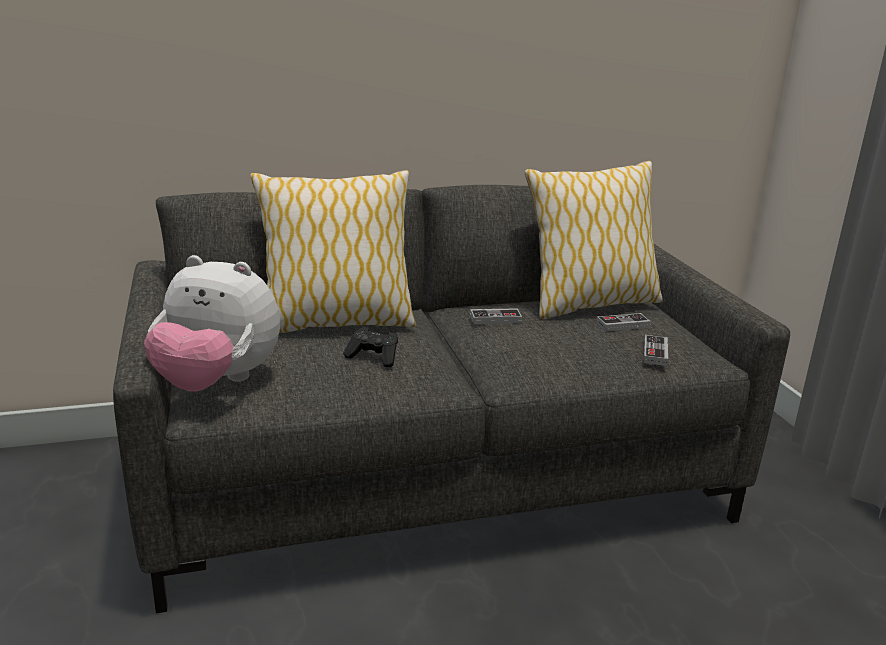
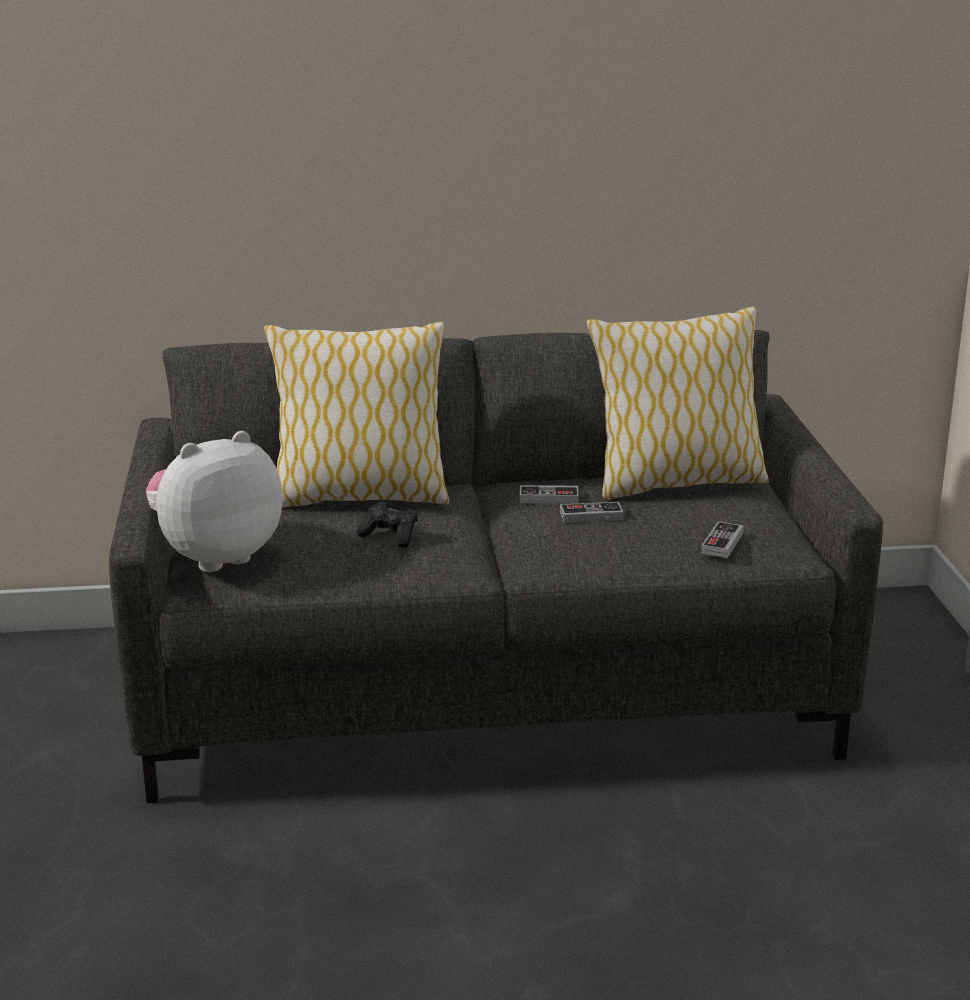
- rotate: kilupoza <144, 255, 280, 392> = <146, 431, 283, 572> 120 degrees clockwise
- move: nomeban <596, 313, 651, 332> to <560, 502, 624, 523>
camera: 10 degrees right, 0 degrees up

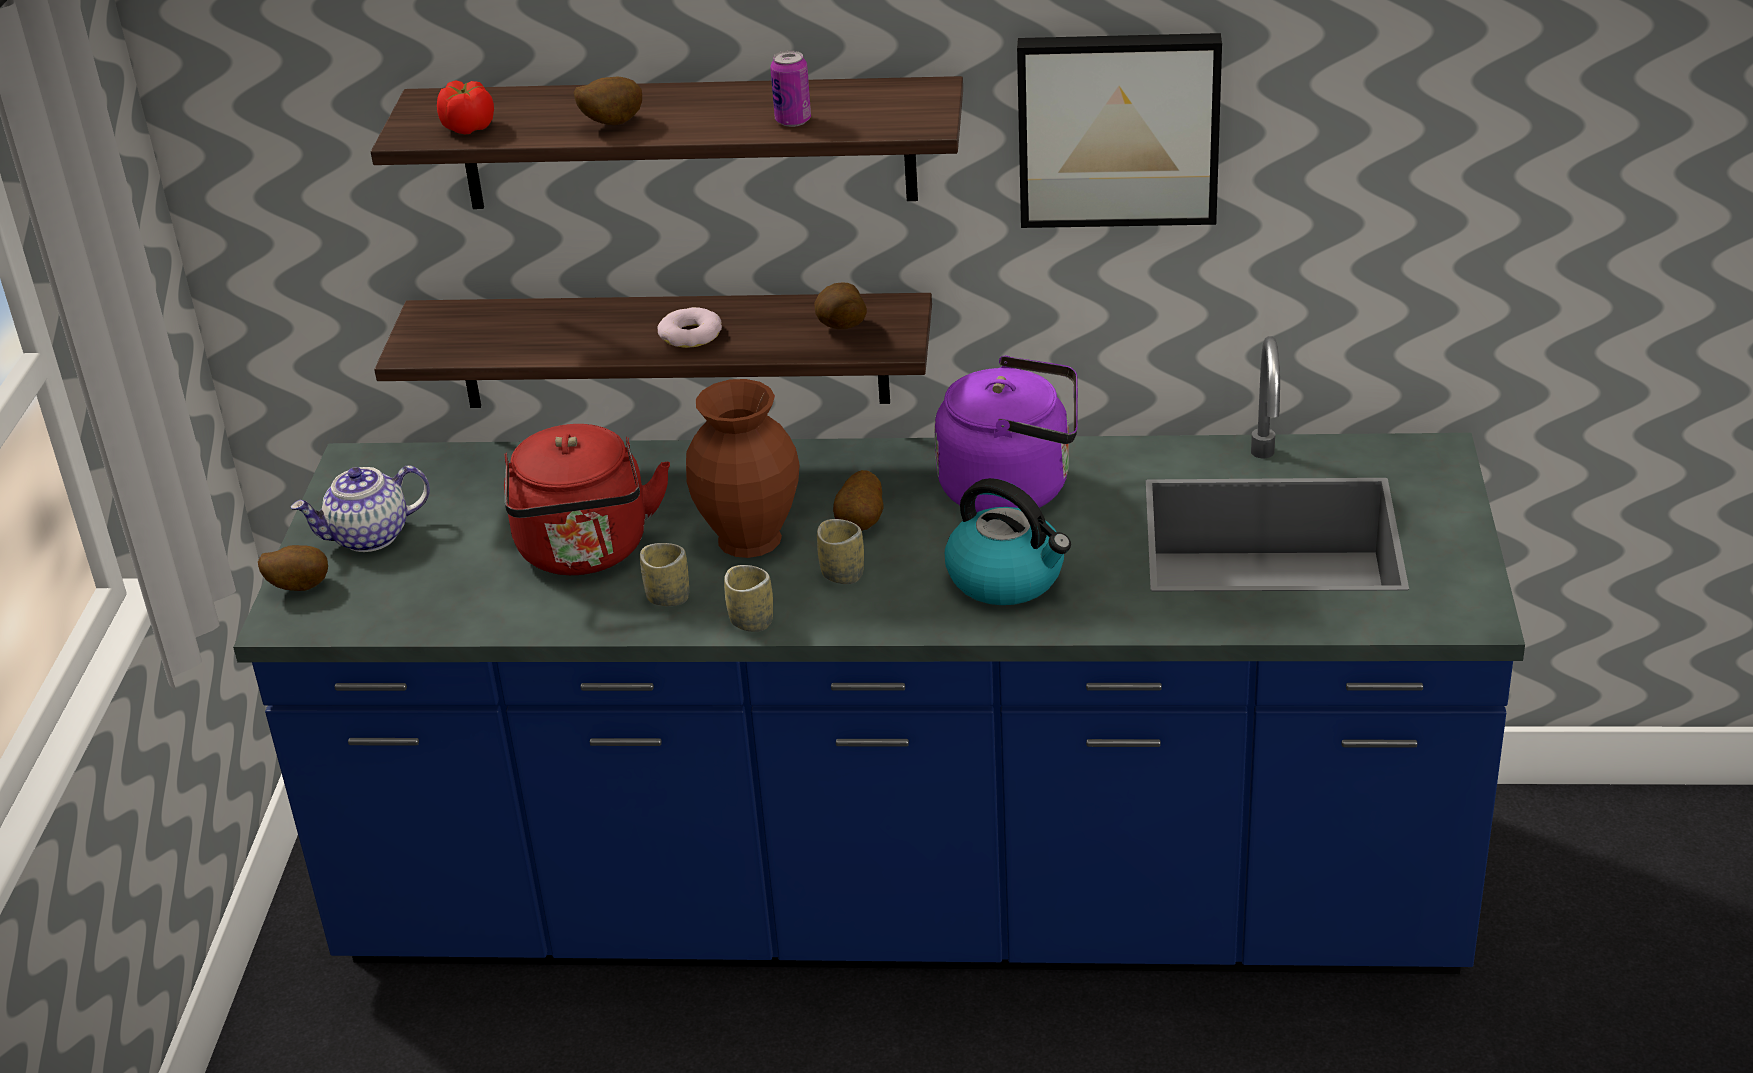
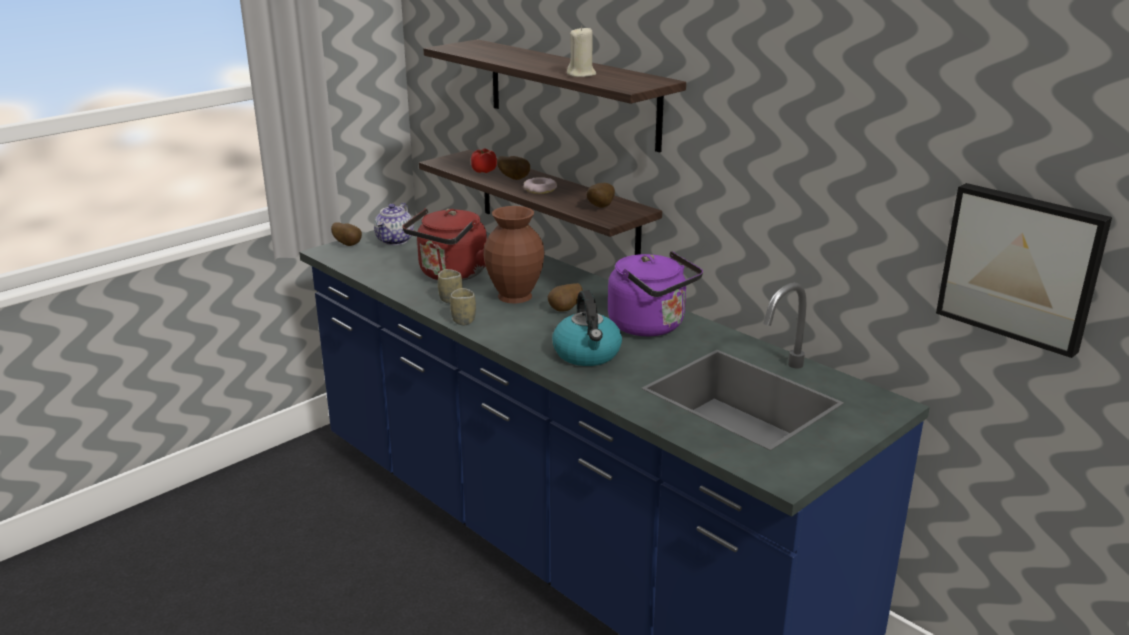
- rotate: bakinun <291, 465, 430, 552> = <374, 203, 414, 245> 90 degrees counterclockwise
- move: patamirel <437, 80, 494, 135> to <471, 148, 497, 173>
- move: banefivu <574, 76, 642, 125> to <497, 156, 530, 180>
- replace: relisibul <770, 50, 811, 127> to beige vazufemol <567, 26, 596, 77>
- delete: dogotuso <817, 519, 864, 584>
- move: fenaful <1017, 33, 1222, 228> to <936, 183, 1112, 358>
camera: 40 degrees right, 10 degrees down

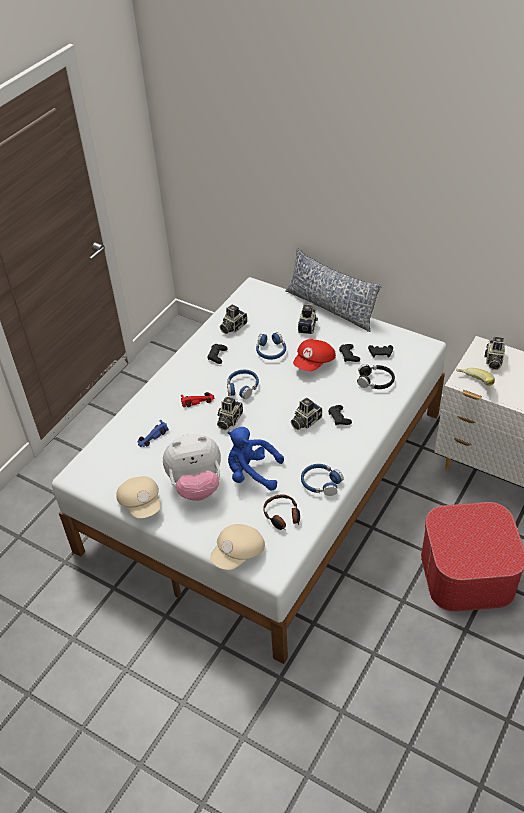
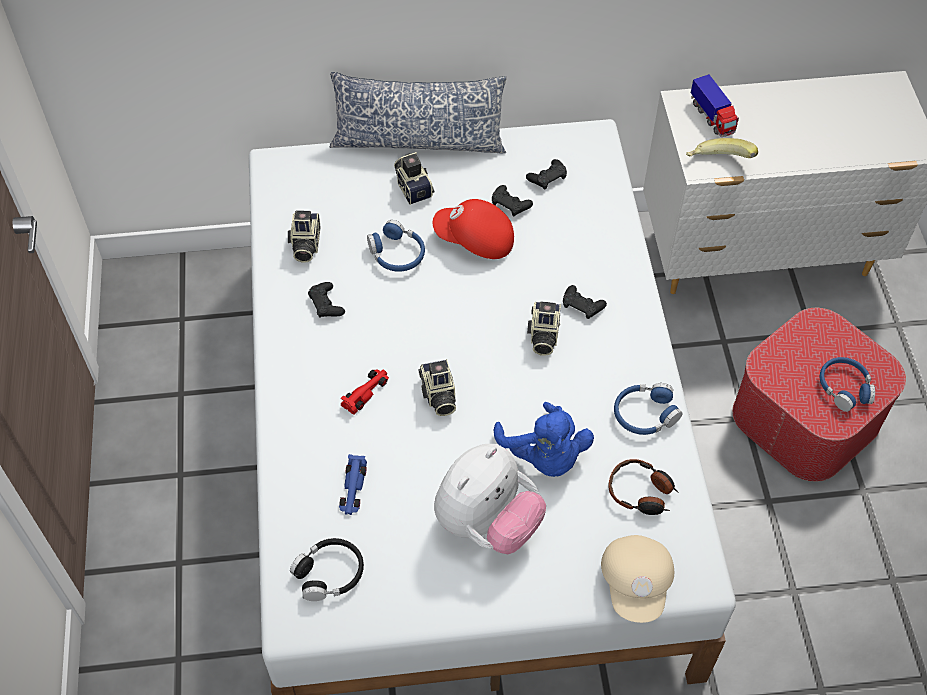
- delete: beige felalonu <116, 476, 161, 518>
- move: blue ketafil <227, 370, 259, 399> to <820, 357, 875, 412>
- rotate: blue kilupoza <227, 427, 284, 491> = <494, 402, 594, 477> 90 degrees counterclockwise
- rotate: red felalonu <293, 339, 336, 371> = <433, 199, 514, 259> 105 degrees clockwise
- move: black ketafil <357, 364, 395, 389> to <290, 538, 364, 601>
- replace: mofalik <485, 337, 505, 370> to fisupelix <691, 74, 739, 137>
camera: 40 degrees left, 10 degrees up

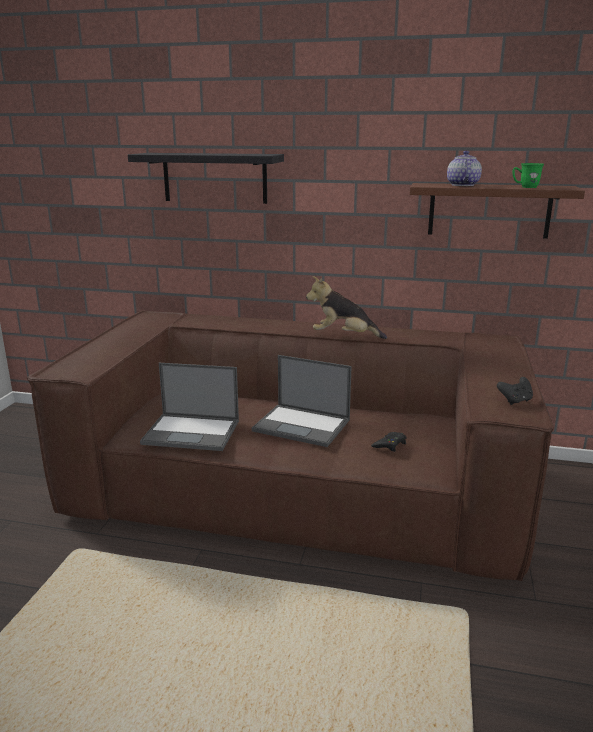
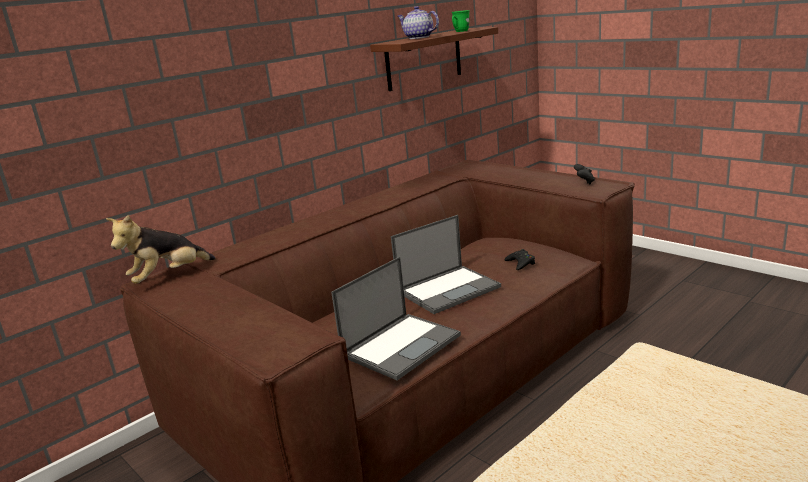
- delete: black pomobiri <128, 153, 284, 204>
- move: kilupoza <306, 276, 387, 339> to <106, 215, 216, 284>
camera: 55 degrees left, 0 degrees up

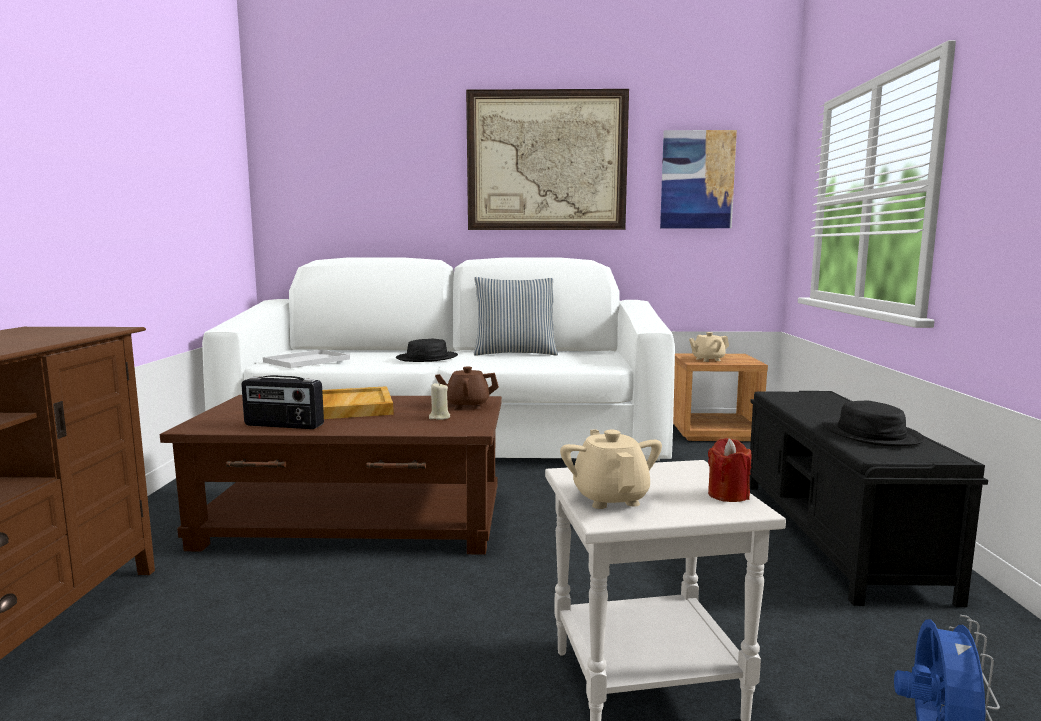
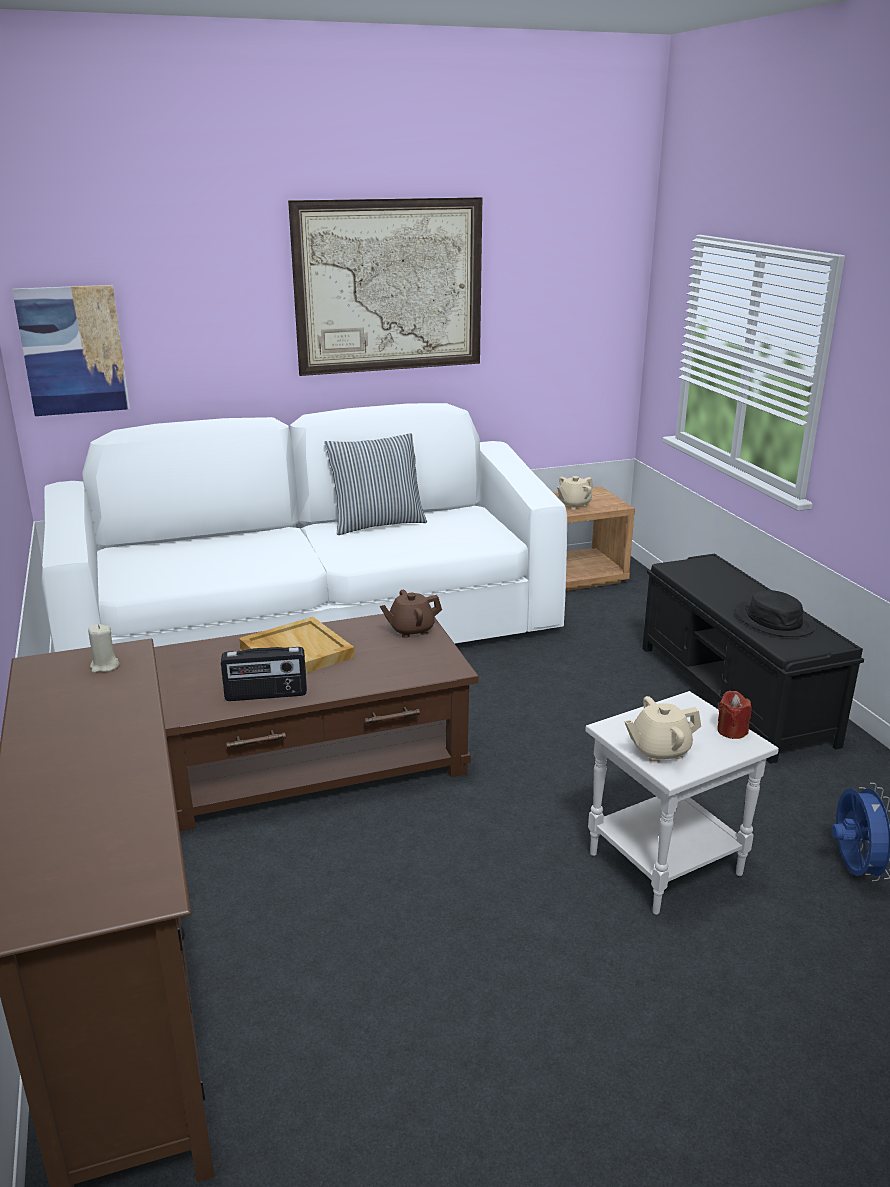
- delete: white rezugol <263, 349, 350, 368>
- delete: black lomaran <396, 339, 458, 362>
- move: beige vazufemol <429, 383, 450, 420> to <88, 624, 120, 673>
- rotate: beige bakinun <560, 429, 662, 509> = <624, 696, 701, 763> 75 degrees counterclockwise
- move: fenaful <660, 130, 737, 228> to <12, 285, 130, 416>
camera: 20 degrees left, 15 degrees up

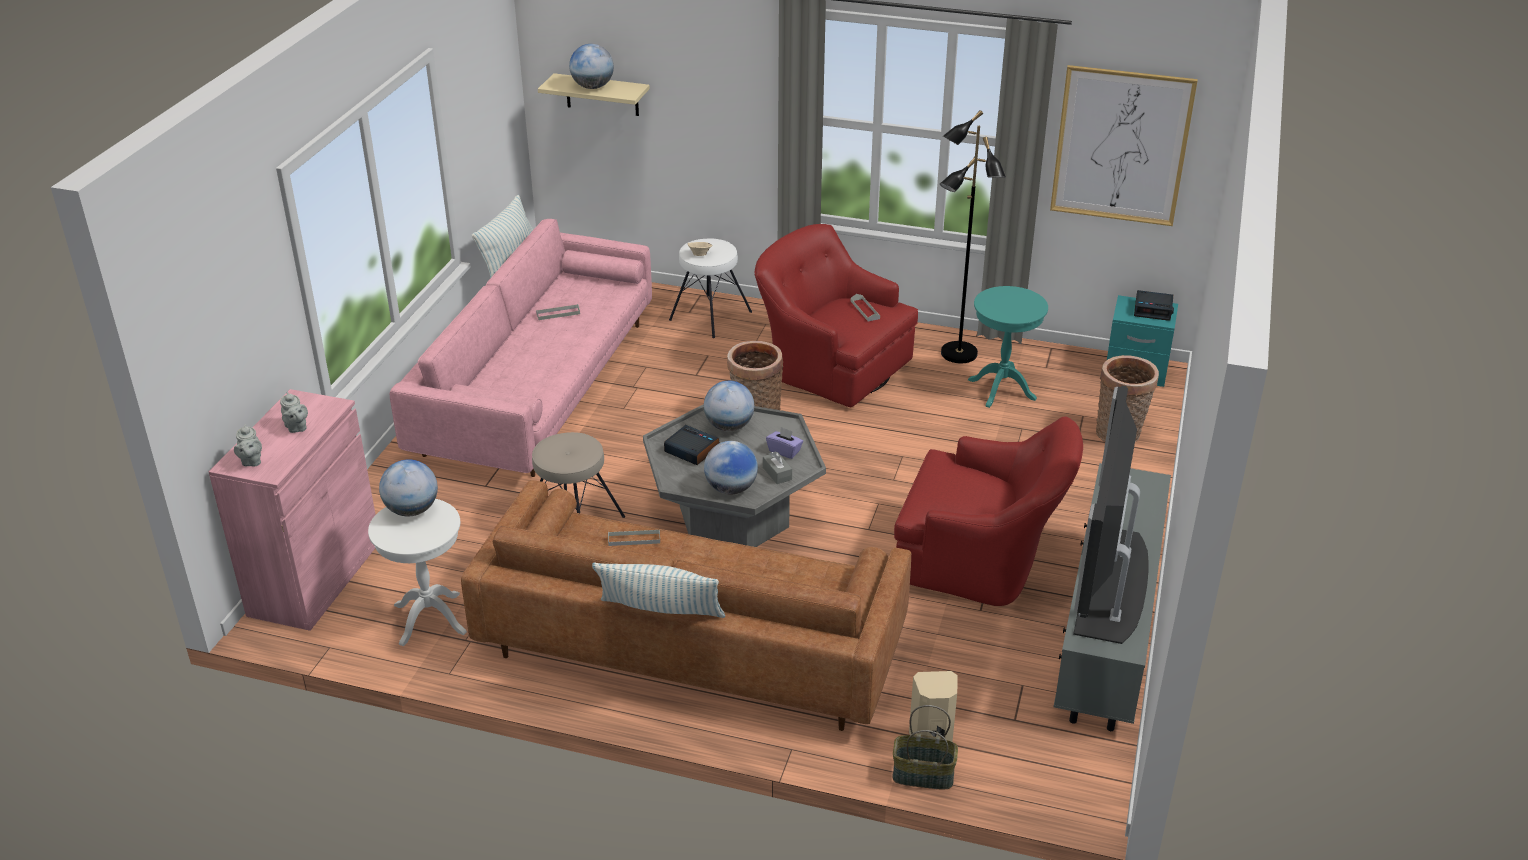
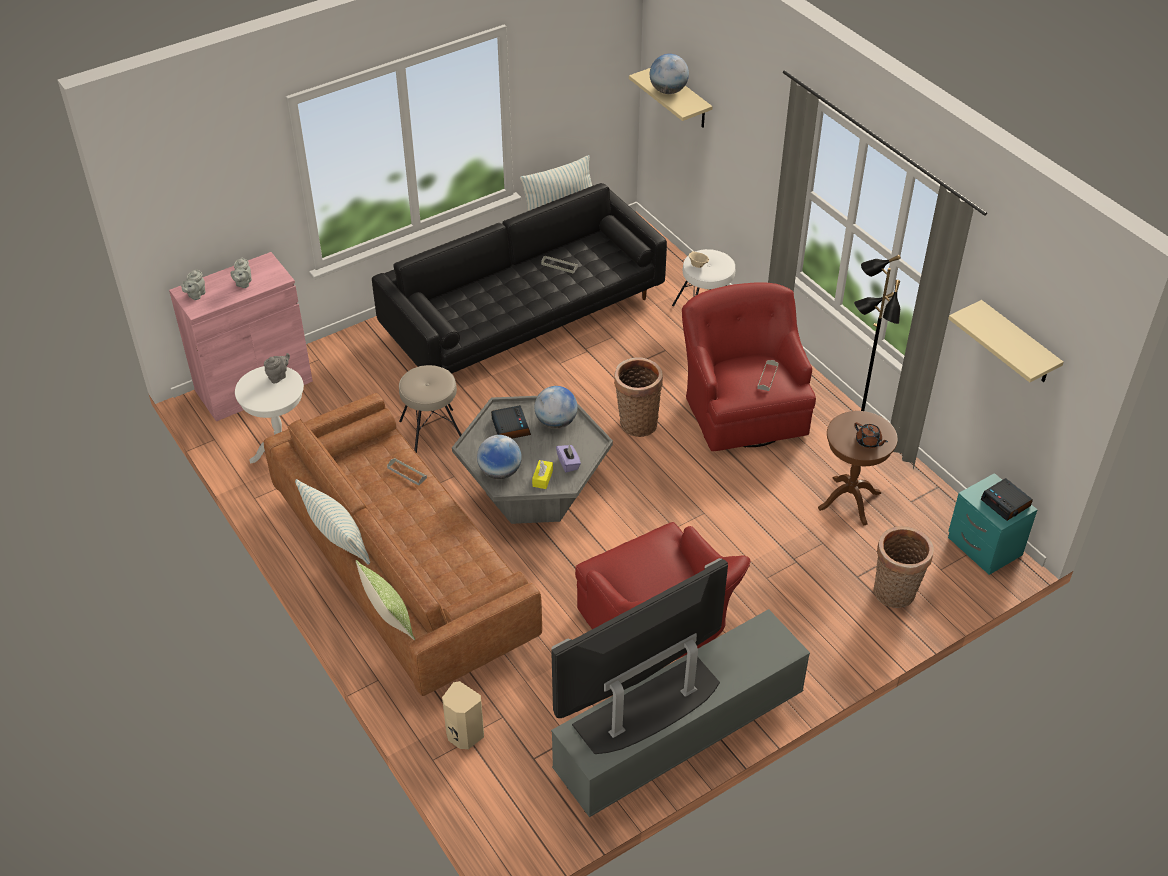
- replace: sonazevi <379, 459, 438, 516> to grey bakinun <264, 353, 290, 383>
- recolor: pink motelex <390, 219, 652, 477> to black motelex <372, 183, 667, 373>
- recolor: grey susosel <763, 451, 792, 484> to yellow susosel <532, 460, 553, 489>
- delete: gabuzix <892, 705, 958, 790>
- recolor: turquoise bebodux <968, 286, 1048, 408> to brown bebodux <818, 411, 898, 525>
- replace: fenaful <1050, 65, 1198, 226> to beige pomobiri <948, 300, 1064, 382>
- insert: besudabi <356, 560, 415, 640>
- insert: brown bakinun <854, 422, 888, 448>
camera: 40 degrees right, 10 degrees up

